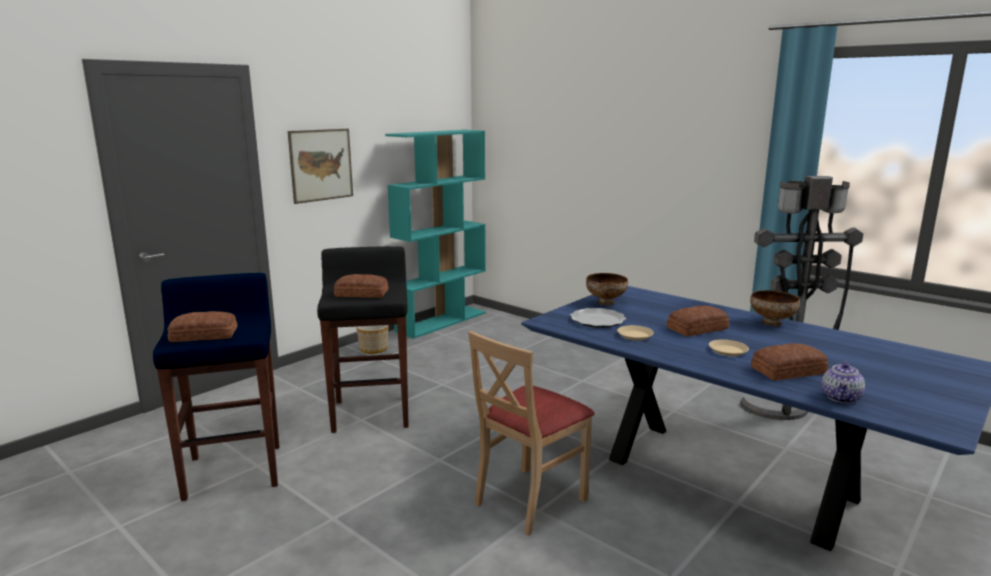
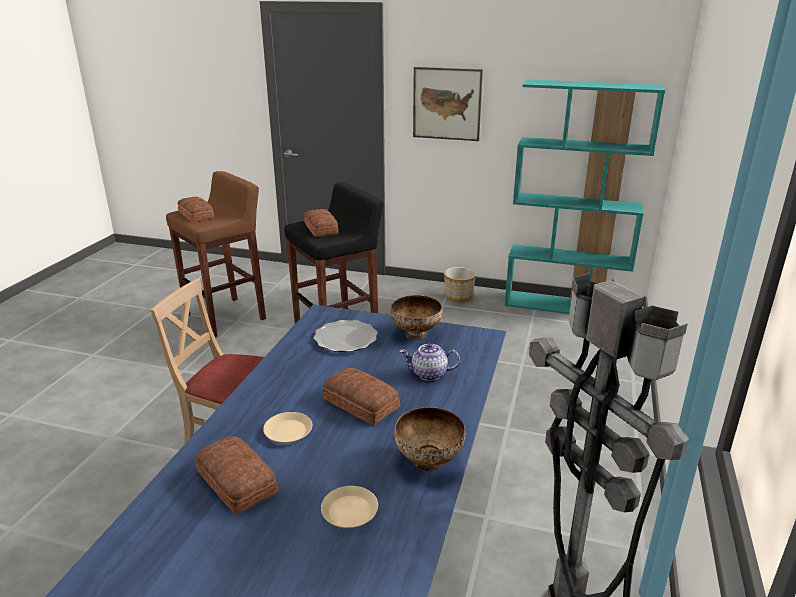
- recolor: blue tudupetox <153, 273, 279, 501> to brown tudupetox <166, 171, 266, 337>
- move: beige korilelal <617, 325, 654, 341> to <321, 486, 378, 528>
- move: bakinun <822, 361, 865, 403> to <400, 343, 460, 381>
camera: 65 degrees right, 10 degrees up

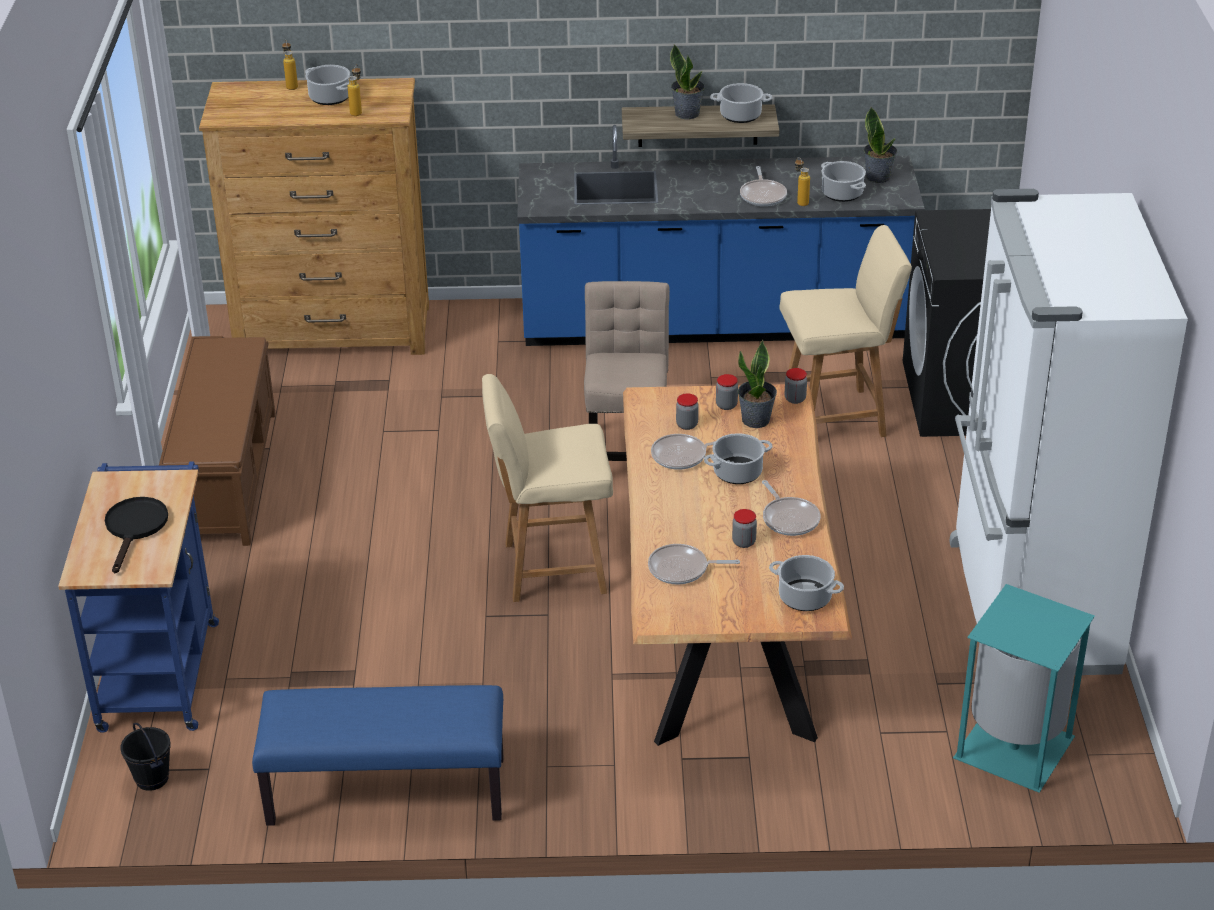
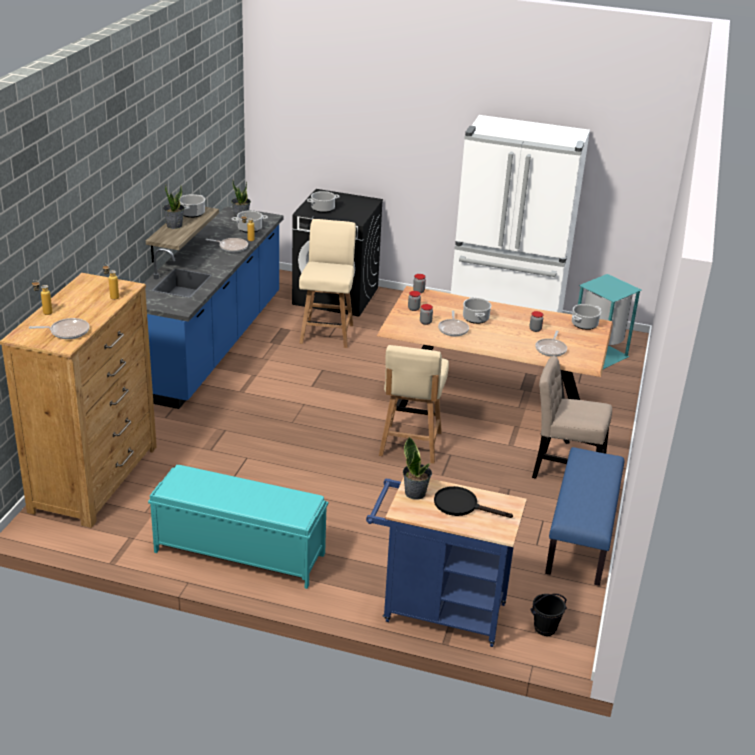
- recolor: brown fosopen <159, 336, 275, 546> to turquoise fosopen <148, 465, 328, 589>
- move: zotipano <305, 65, 350, 105> to <307, 191, 340, 213>
- move: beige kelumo <584, 281, 670, 461> to <532, 356, 612, 479>
- move: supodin <738, 340, 777, 428> to <403, 437, 432, 500>
- move: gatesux <762, 480, 820, 536> to <29, 318, 89, 339>
camera: 75 degrees left, 5 degrees down

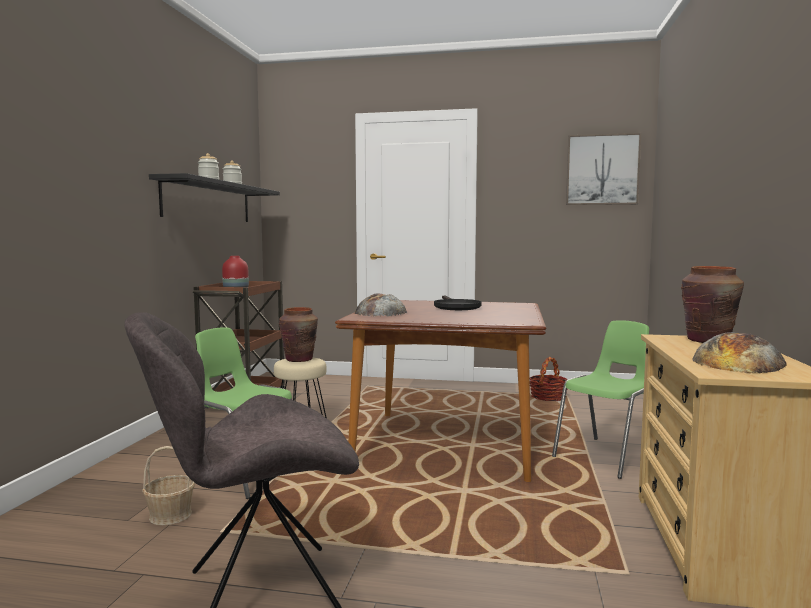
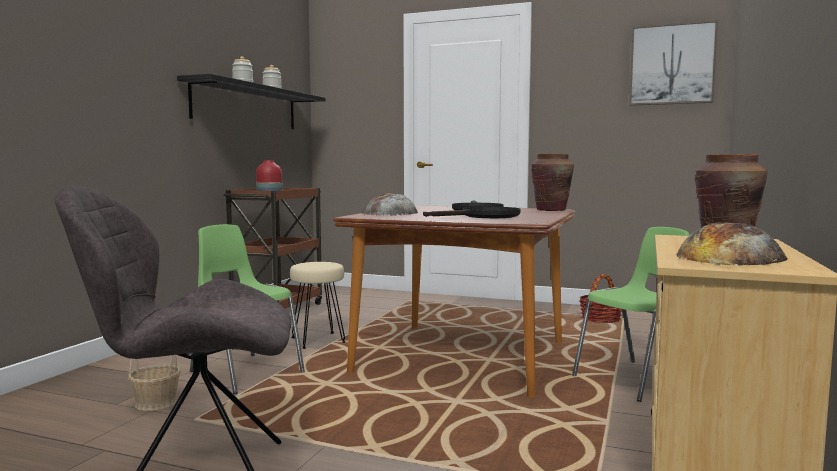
- move: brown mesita <279, 307, 318, 362> to <531, 154, 574, 211>
- insert: black gatesux <423, 207, 520, 218>
camera: 10 degrees right, 0 degrees up

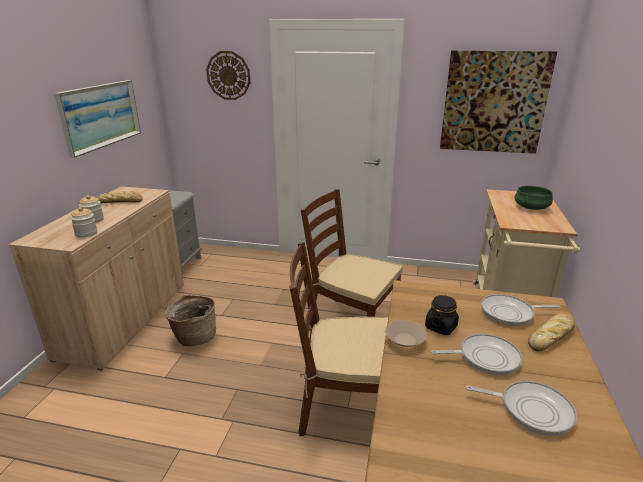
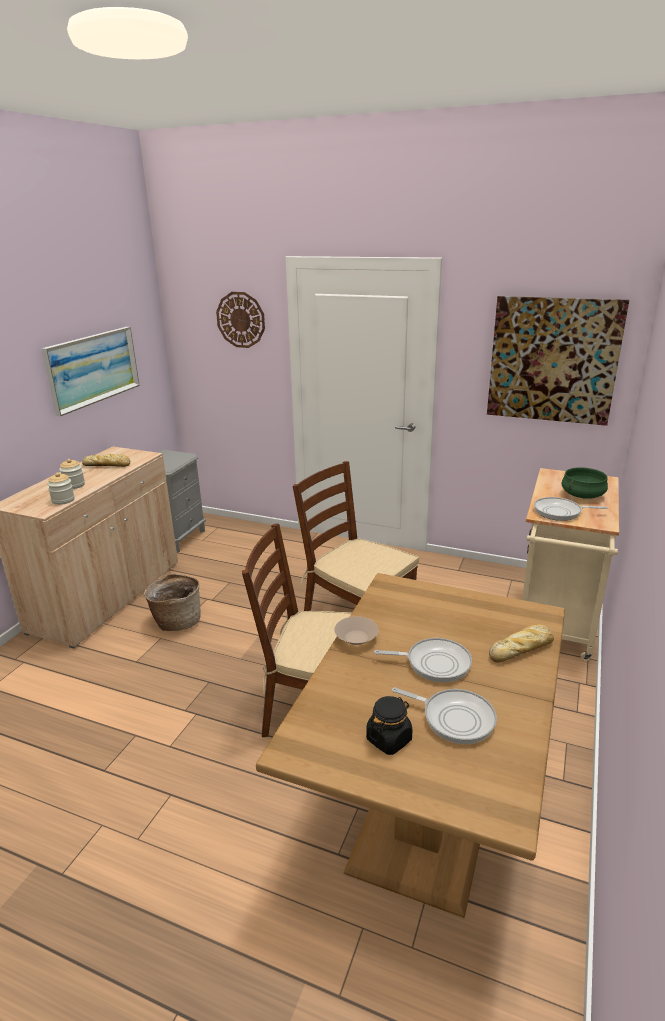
- move: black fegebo <425, 295, 459, 335> to <366, 696, 412, 755>
- move: gatesux <481, 294, 560, 326> to <534, 497, 608, 521>
camera: 10 degrees right, 0 degrees up

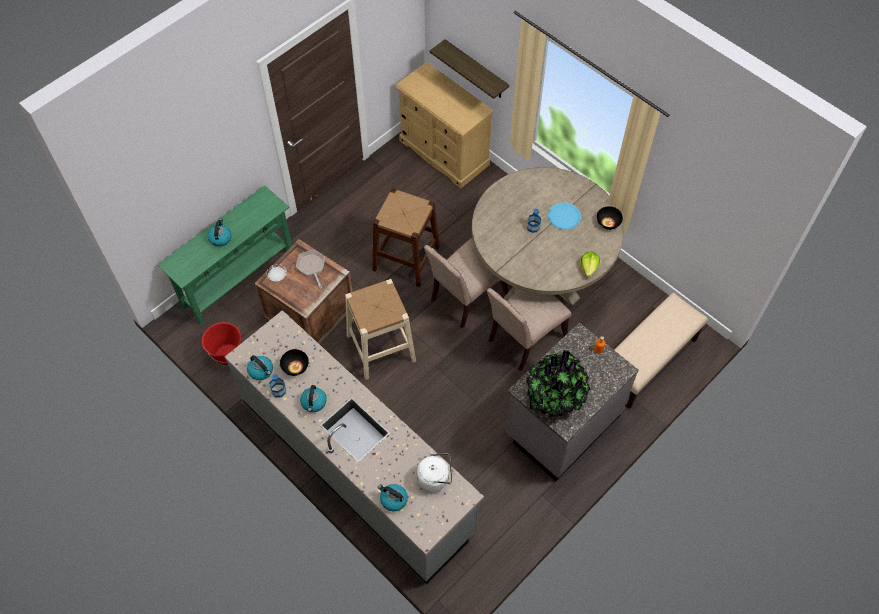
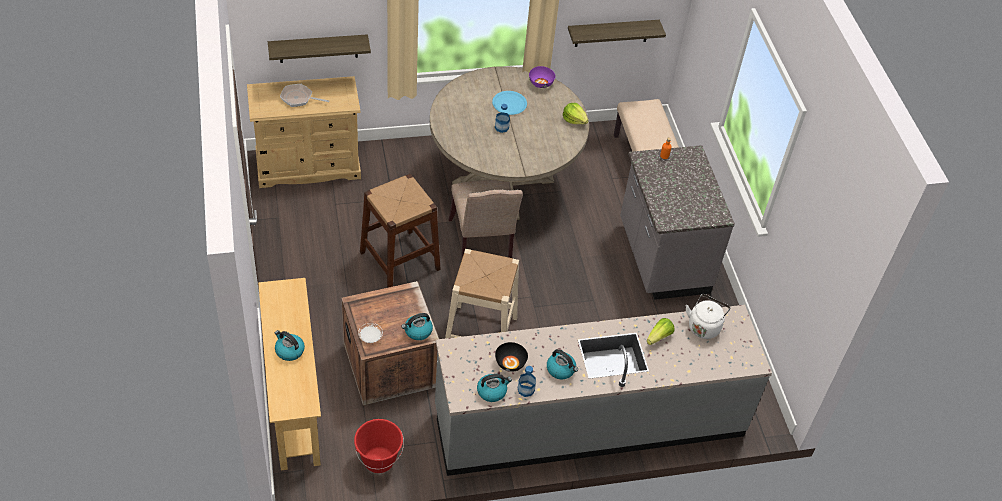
- recolor: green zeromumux <157, 185, 292, 325> to beige zeromumux <258, 278, 321, 470>
- move: gatesux <296, 250, 325, 288> to <280, 84, 329, 107>
- move: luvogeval <378, 484, 408, 512> to <401, 313, 433, 340>
- delete: beige kelumo <487, 288, 571, 371>
- delete: supodin <526, 350, 590, 417>
- recolor: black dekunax <597, 206, 623, 230> to purple dekunax <529, 66, 555, 88>
- insert: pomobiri <568, 20, 666, 47>
- insert: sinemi <647, 318, 675, 345>
camera: 60 degrees left, 10 degrees down

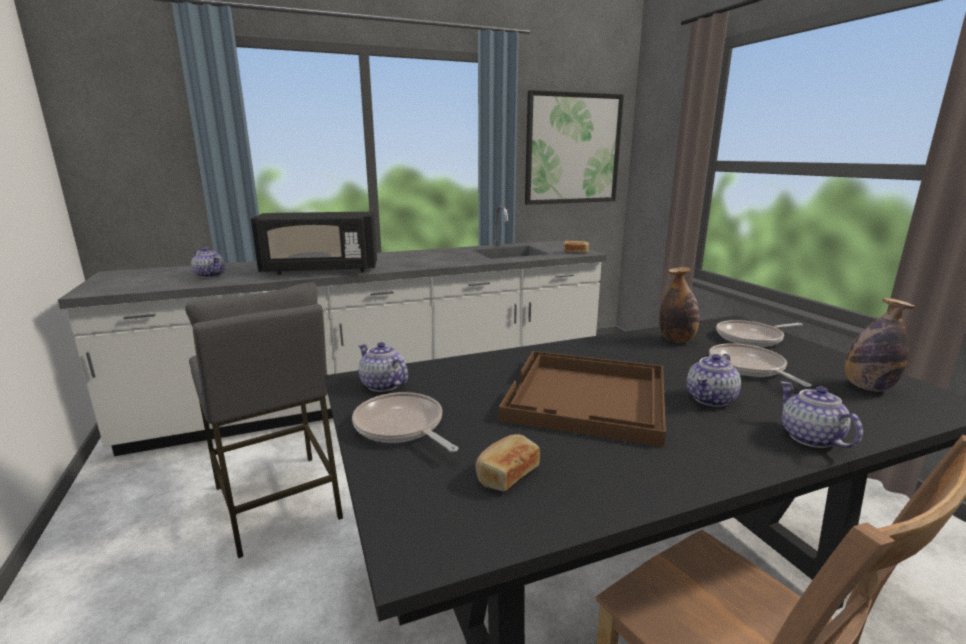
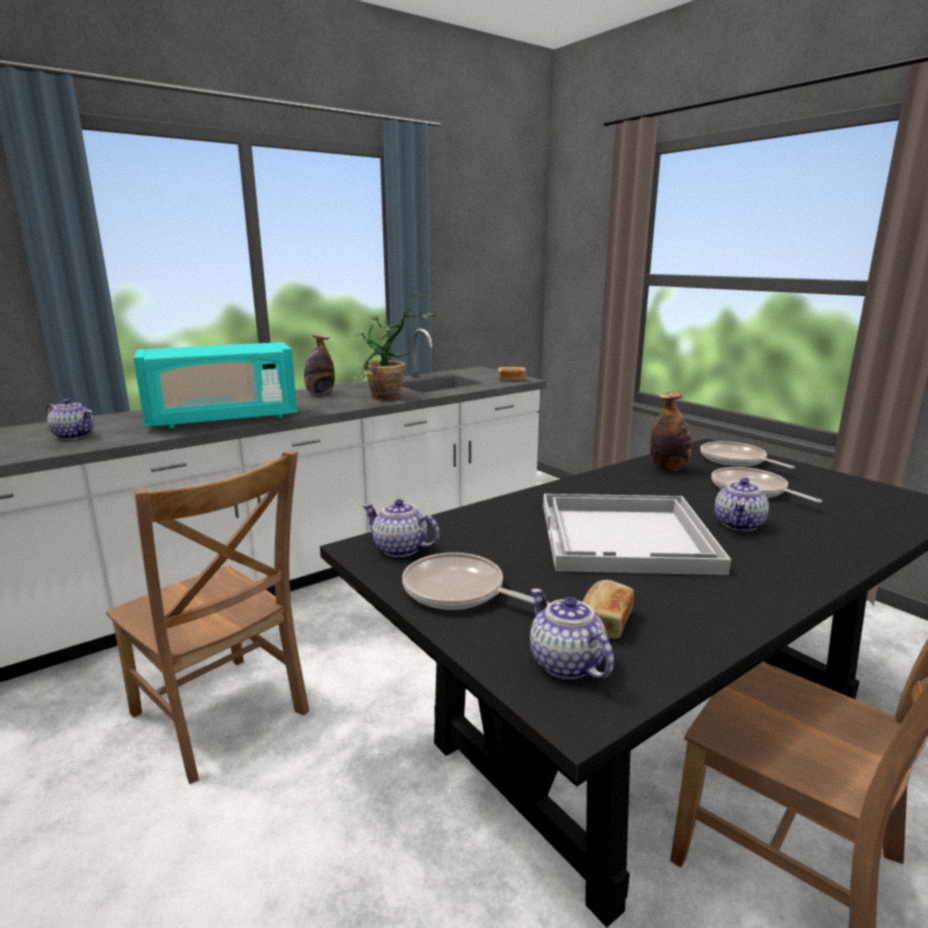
- replace: grey tudupetox <185, 283, 343, 558> to brown kelumo <106, 450, 309, 784>
- recolor: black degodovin <251, 211, 377, 275> to turquoise degodovin <133, 342, 297, 429>
- recolor: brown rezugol <498, 351, 666, 447> to white rezugol <543, 494, 731, 575>
- delete: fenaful <525, 90, 624, 205>
- rotate: gatesux <716, 320, 803, 347> = <700, 441, 795, 469> 90 degrees clockwise
- move: bakinun <780, 381, 863, 448> to <530, 588, 614, 679>
- move: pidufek <845, 298, 915, 392> to <304, 335, 335, 395>
- insert: supodin <351, 294, 436, 400>
camera: 15 degrees left, 0 degrees up

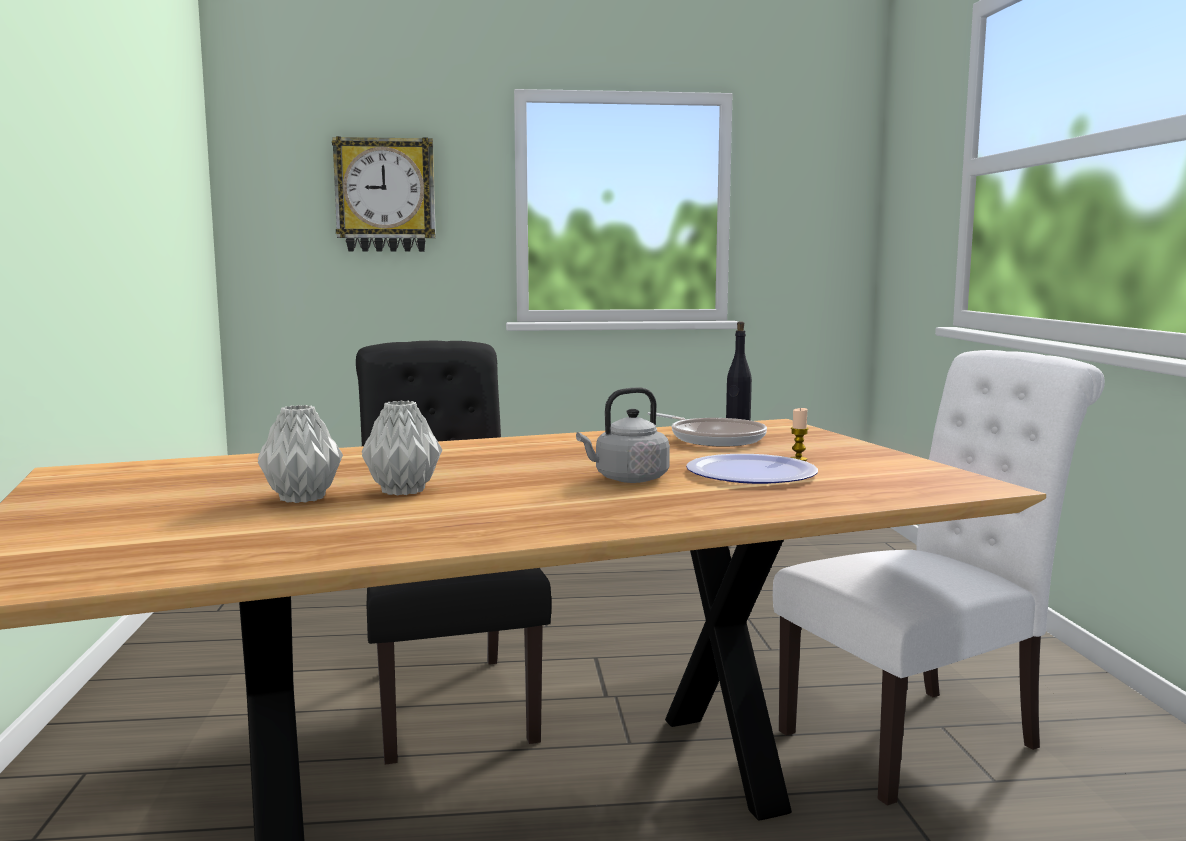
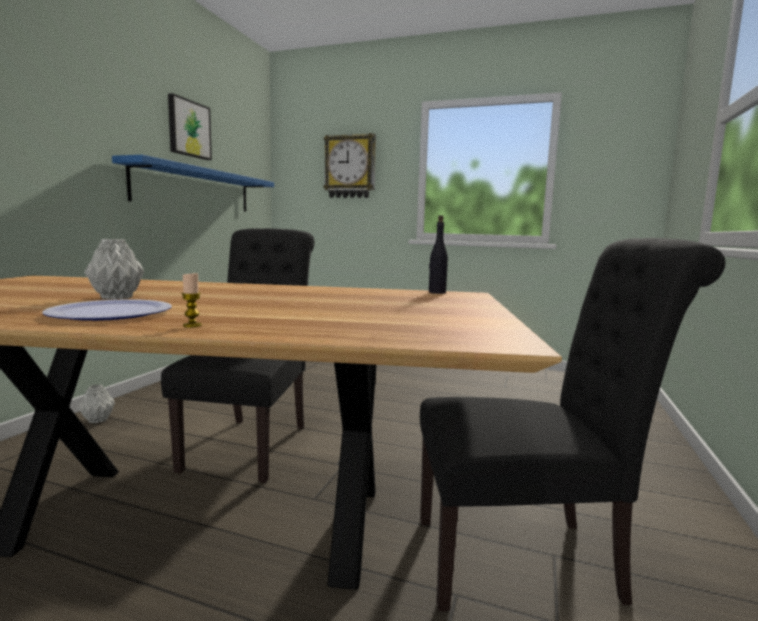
- move: grey mesita <258, 405, 343, 503> to <78, 384, 115, 423>
- delete: grey luvogeval <576, 387, 670, 483>
- delete: gatesux <647, 412, 767, 447>
- move: korilelal <686, 454, 818, 484> to <42, 299, 172, 321>
- recolor: white kelumo <773, 350, 1105, 806> to black kelumo <420, 238, 725, 611>
- move: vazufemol <790, 408, 809, 461> to <181, 273, 202, 327>
- insert: blue pomobiri <112, 155, 274, 212>
- insert: fenaful <168, 93, 212, 160>
camera: 25 degrees right, 0 degrees up

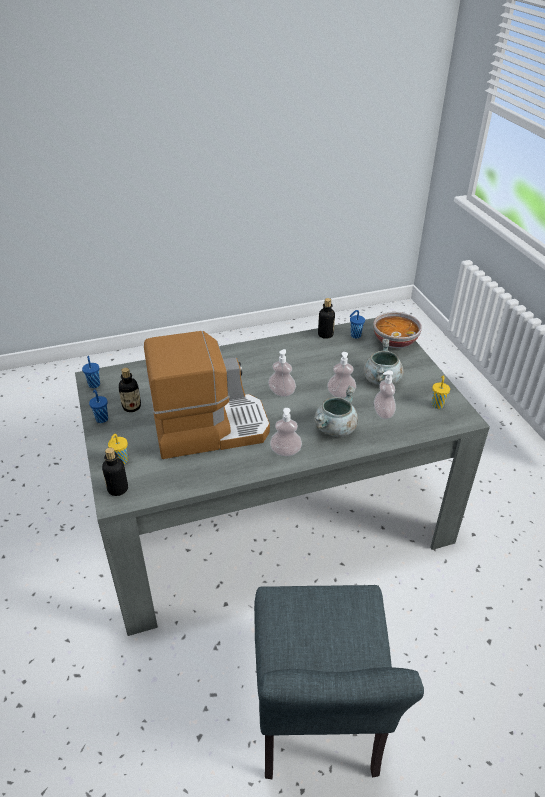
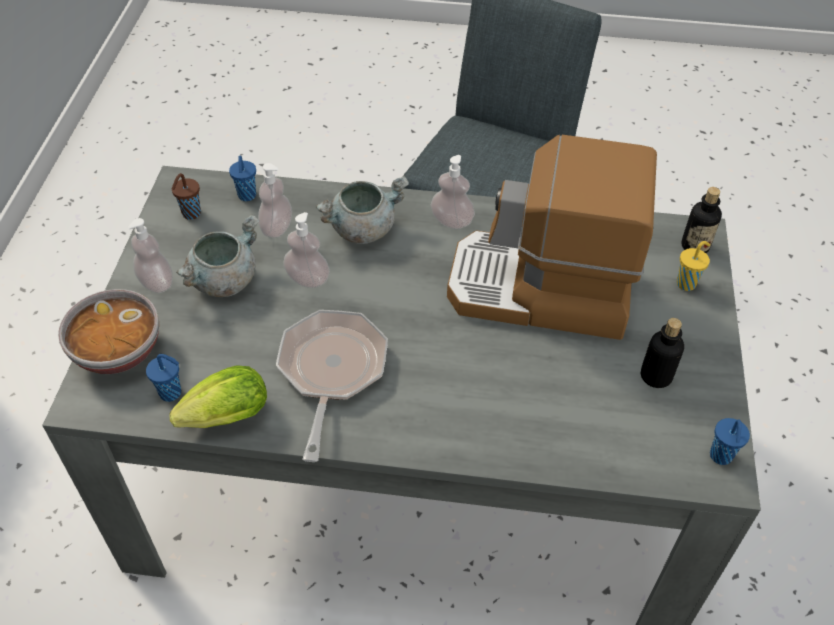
- move: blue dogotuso <89, 390, 108, 423> to <229, 155, 256, 201>
- move: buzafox <268, 349, 296, 397> to <128, 218, 173, 293>
- replace: pidufek <318, 298, 335, 339> to sinemi <169, 365, 267, 428>
- recolor: yellow dogotuso <432, 376, 450, 409> to brown dogotuso <172, 173, 201, 220>
- insert: gatesux <276, 310, 388, 462>
camera: 155 degrees left, 10 degrees up

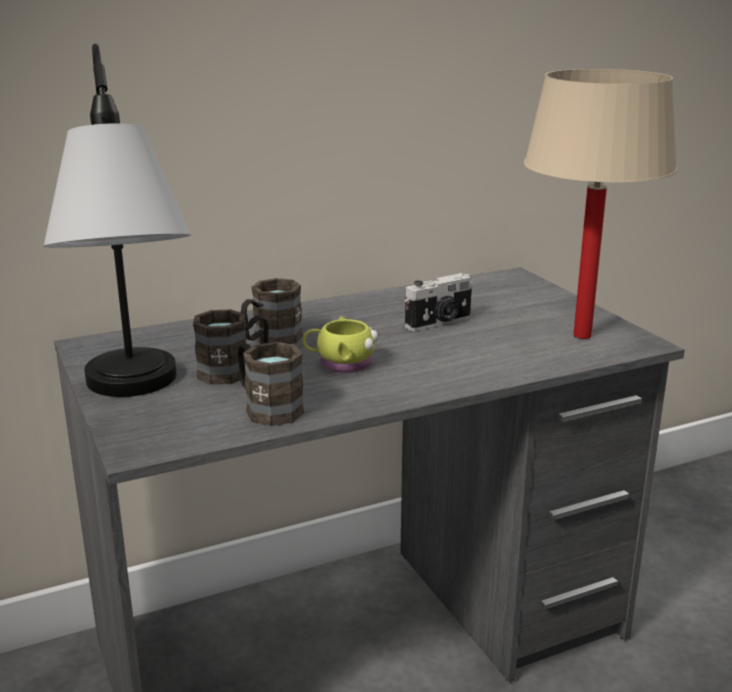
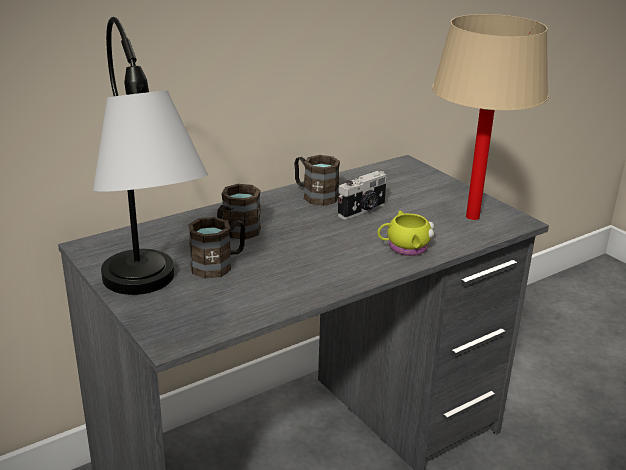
- move: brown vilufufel <238, 342, 304, 426> to <294, 155, 340, 206>
- move: yellow vilufufel <303, 316, 379, 373> to <377, 210, 435, 256>
camera: 10 degrees left, 5 degrees up

